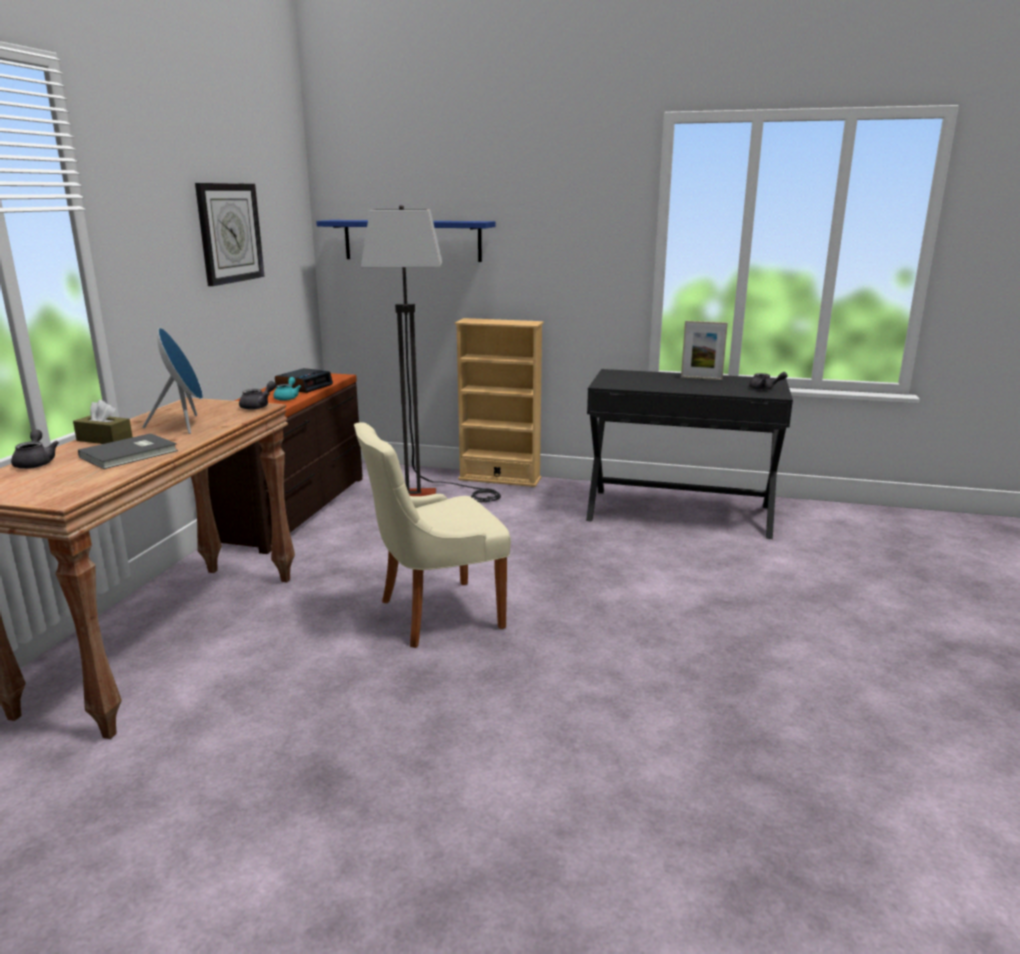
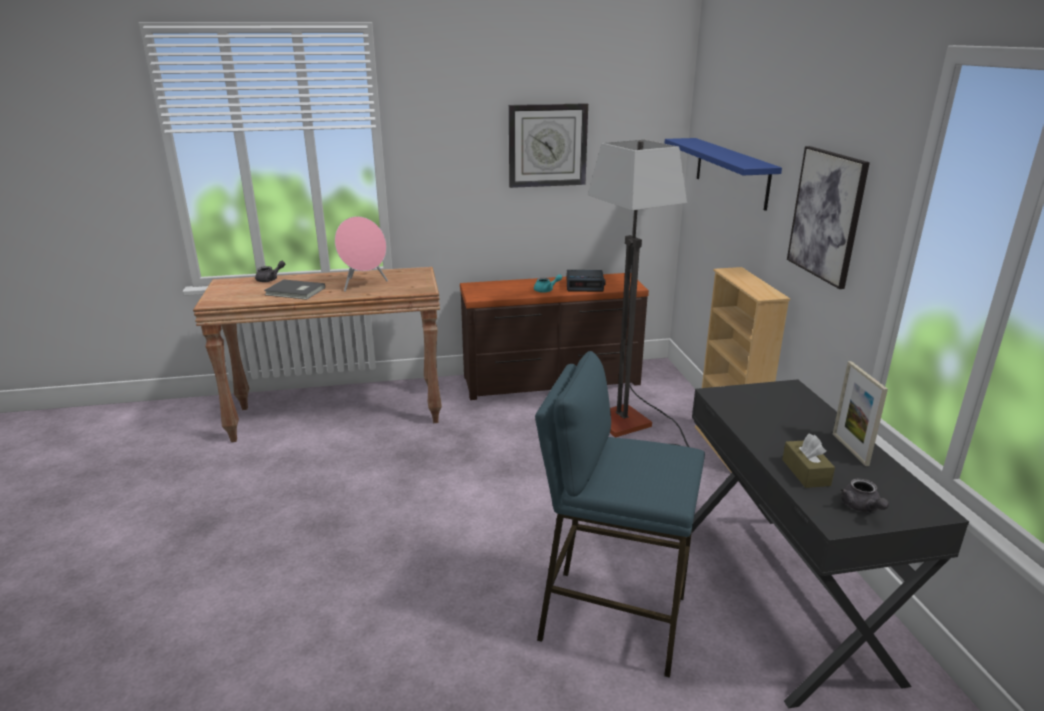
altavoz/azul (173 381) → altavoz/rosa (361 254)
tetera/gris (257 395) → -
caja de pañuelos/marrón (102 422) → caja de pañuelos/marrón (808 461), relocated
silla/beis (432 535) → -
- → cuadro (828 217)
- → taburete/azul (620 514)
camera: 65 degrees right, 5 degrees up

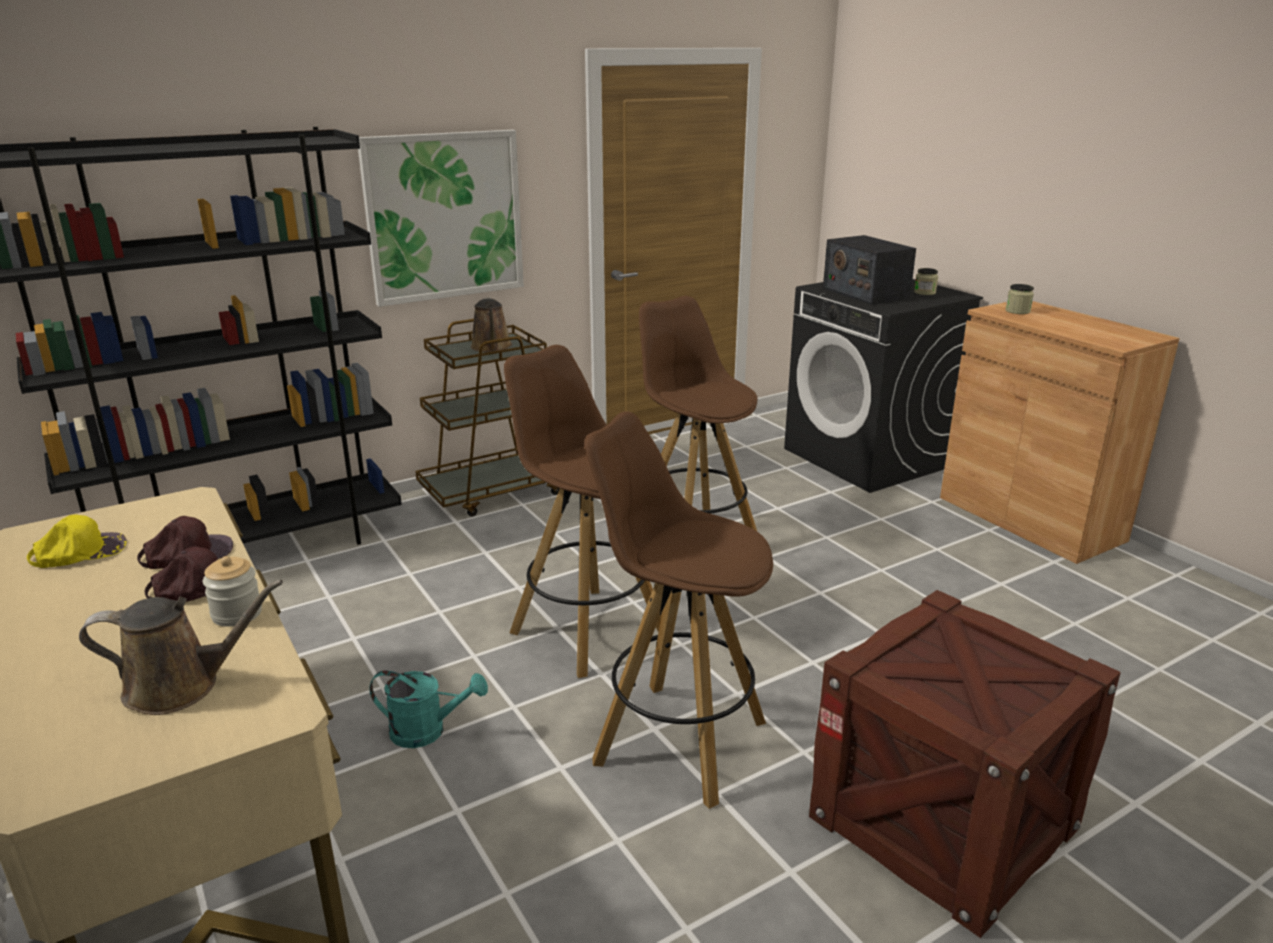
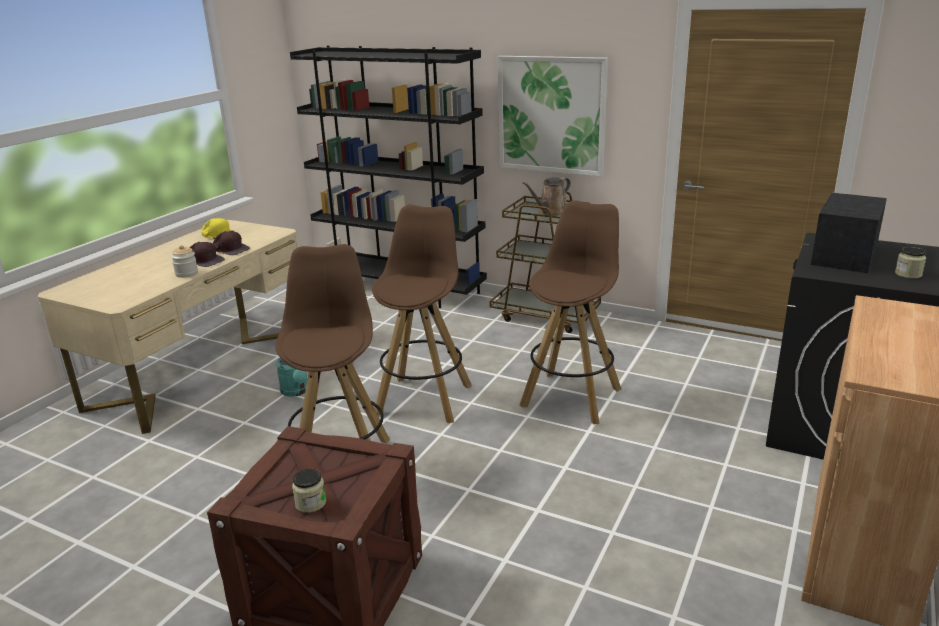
tarro (1019 299) → tarro (309 491), relocated
regadera/marrón (181 647) → -
camera: 60 degrees right, 0 degrees up

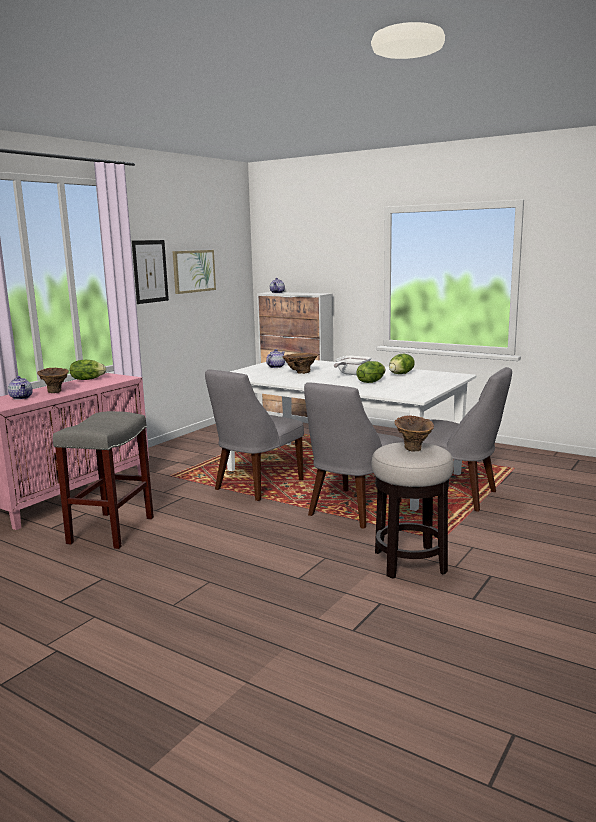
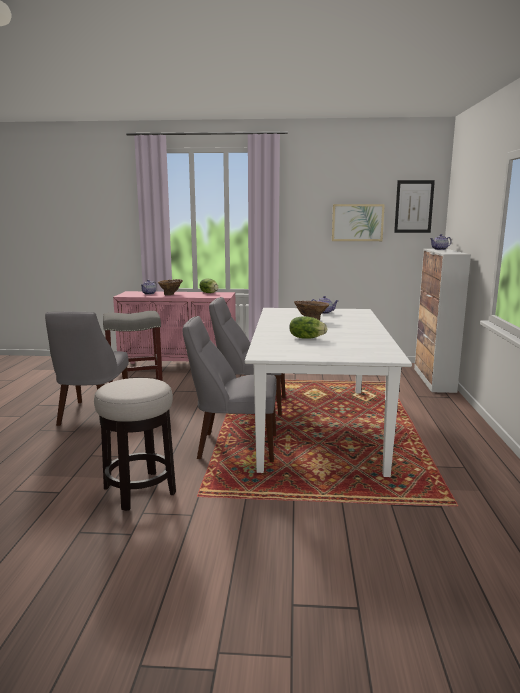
cuadro (150 272) → cuadro (414 206), relocated
lechuga (401 364) → -
sartén (352 365) → -
silla/gris (459 439) → silla/gris (87 369), relocated
florero/marrón (414 433) → -
camera: 60 degrees right, 0 degrees up

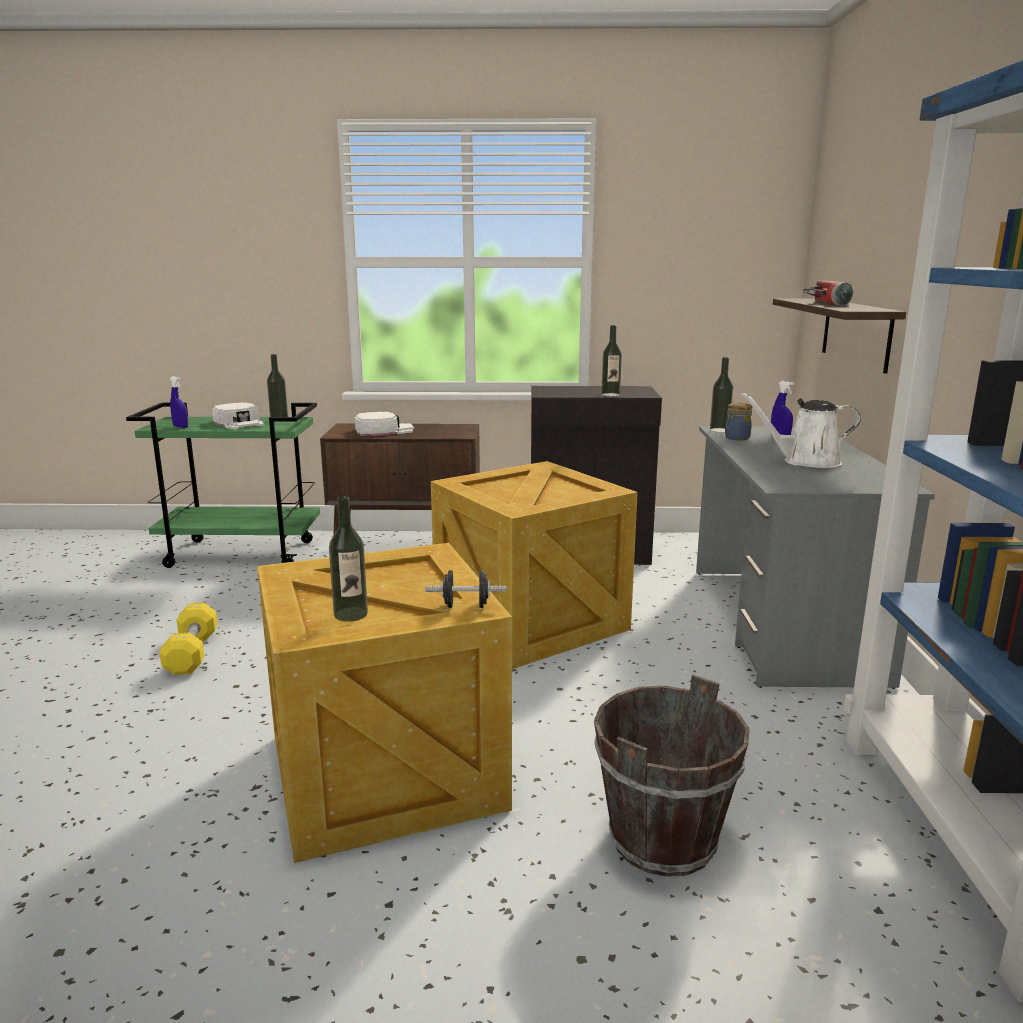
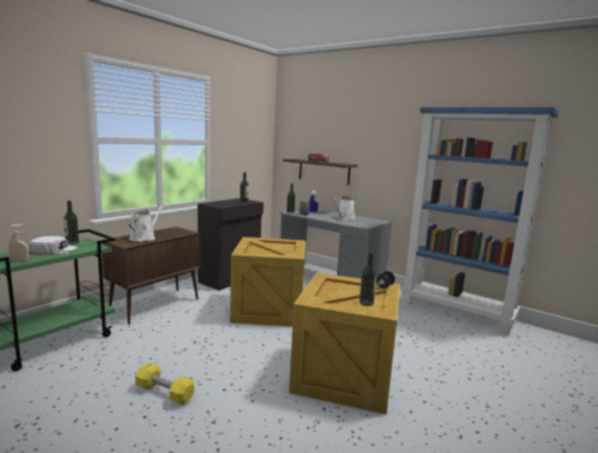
pulverizador/azul (179 402) → pulverizador/beis (18 243)
gorra/blanco (384 424) → regadera/blanco (146 222)
cubo/marrón (672 776) → -
camera: 55 degrees left, 5 degrees down

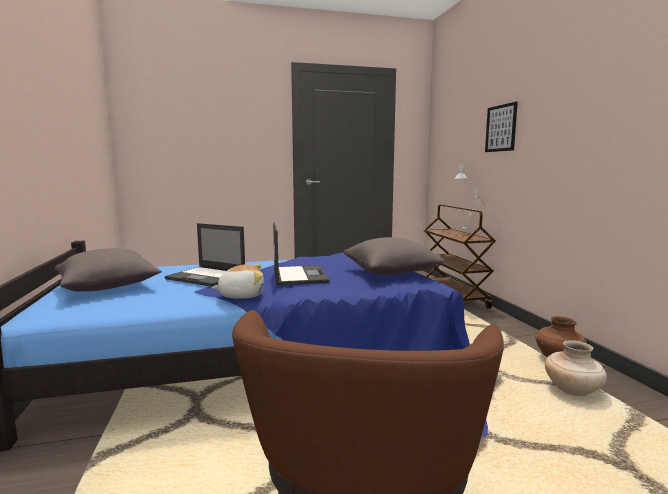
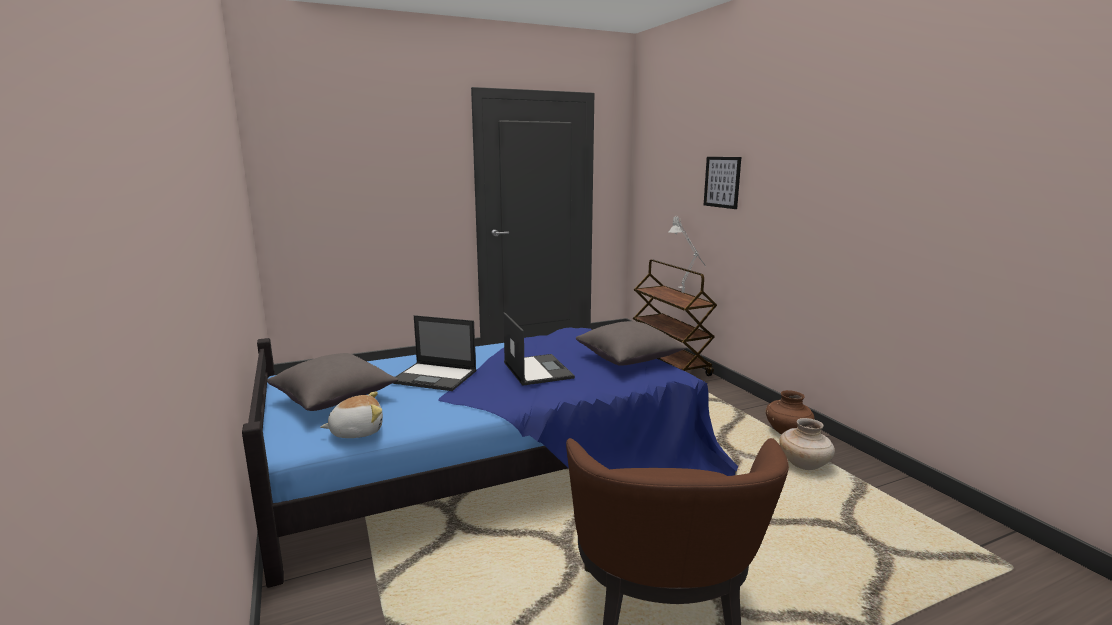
peluche (237 281) → peluche (351 414), relocated
camera: 10 degrees left, 5 degrees up

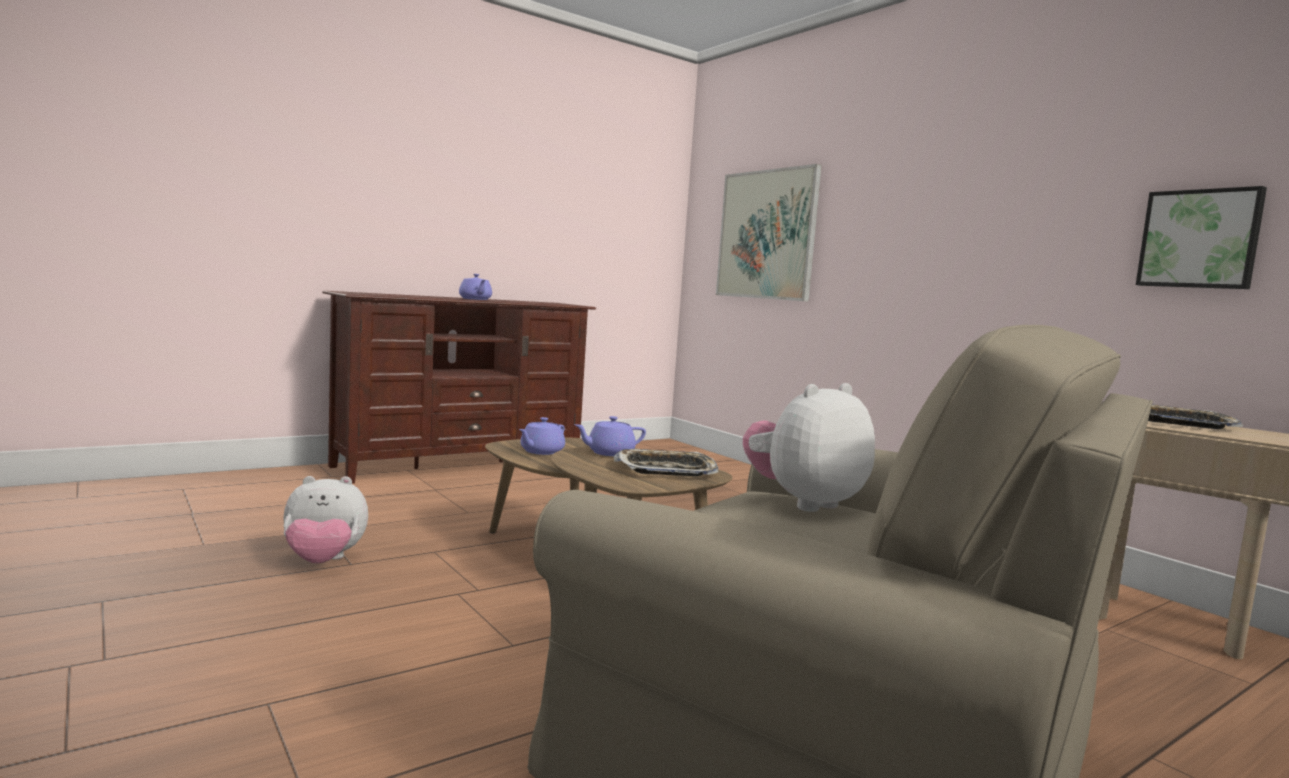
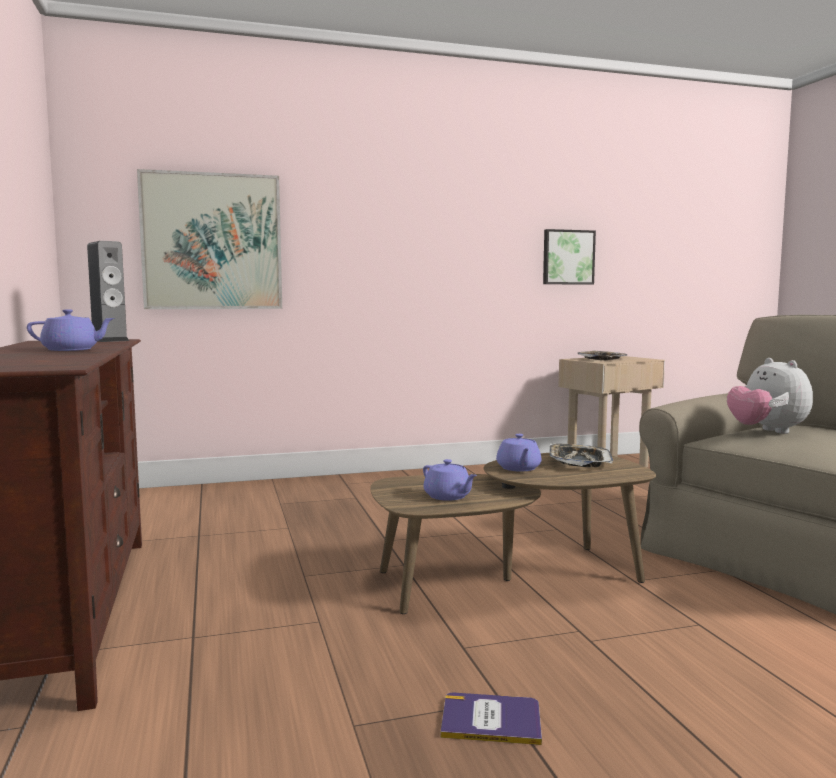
peluche (325 520) → libro (491 719)
- → altavoz (108 291)
camera: 70 degrees left, 0 degrees up

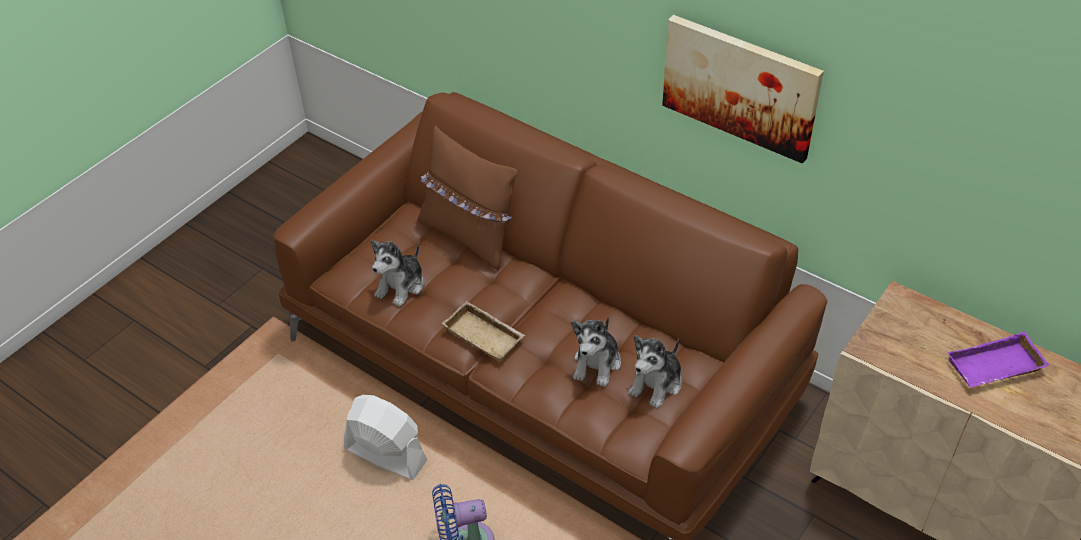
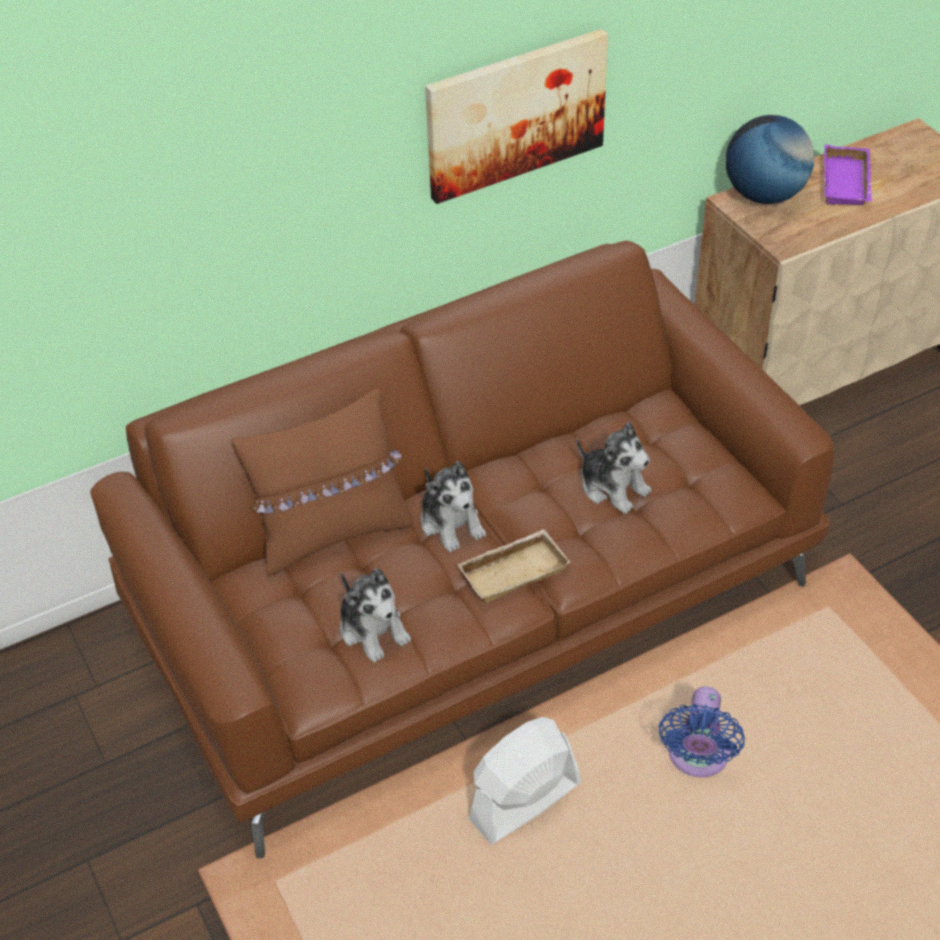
peluche (655 371) → peluche (453 506), relocated
- → globo terráqueo (770 159)
camera: 65 degrees left, 0 degrees up

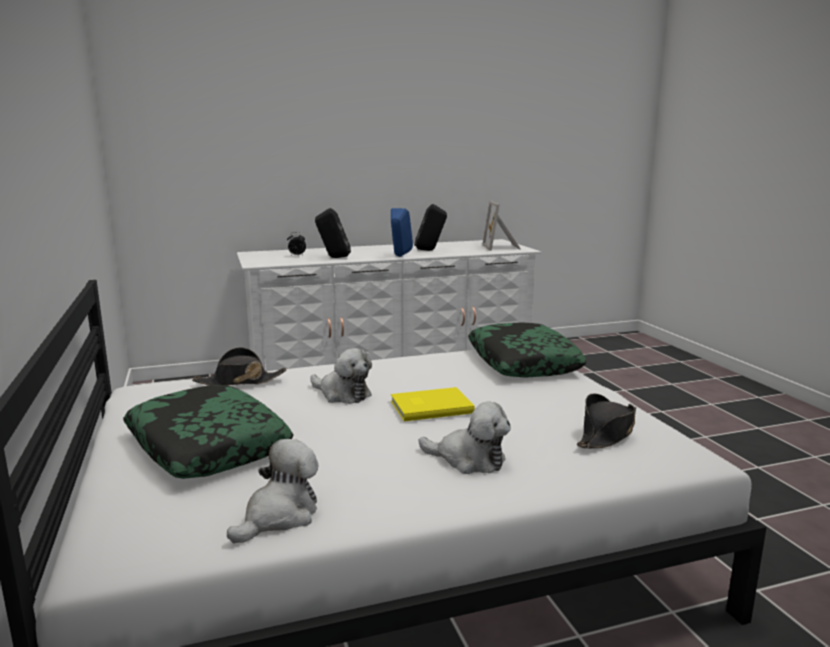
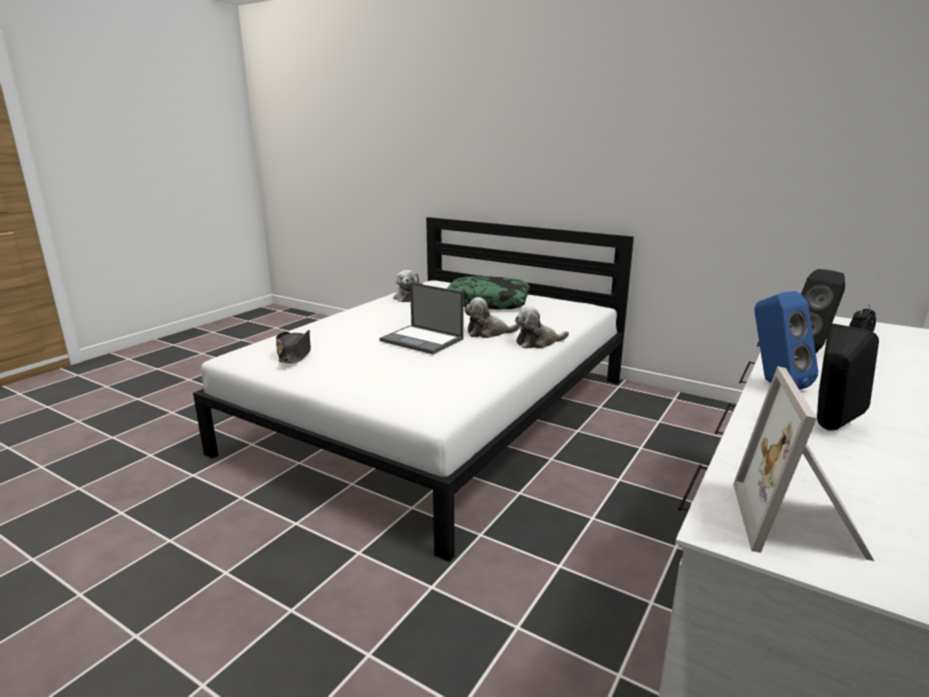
portarretratos (501 226) → portarretratos (803 463), 120 degrees counterclockwise
cojín (527 350) → -
sombrero/negro (239 366) → -
libro/amarillo (433 404) → portátil (421 318)
peluche (465 438) → peluche (542 327), relocated
camera: 140 degrees right, 5 degrees up

